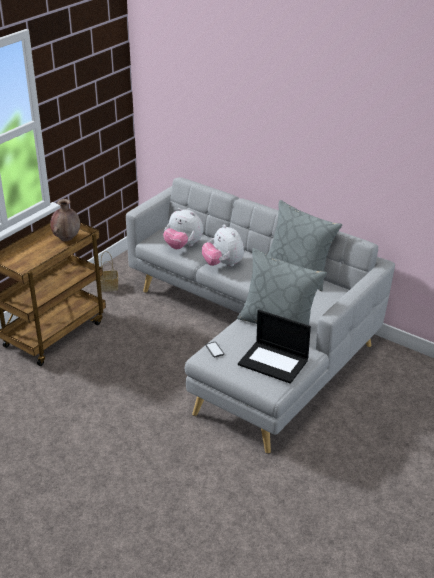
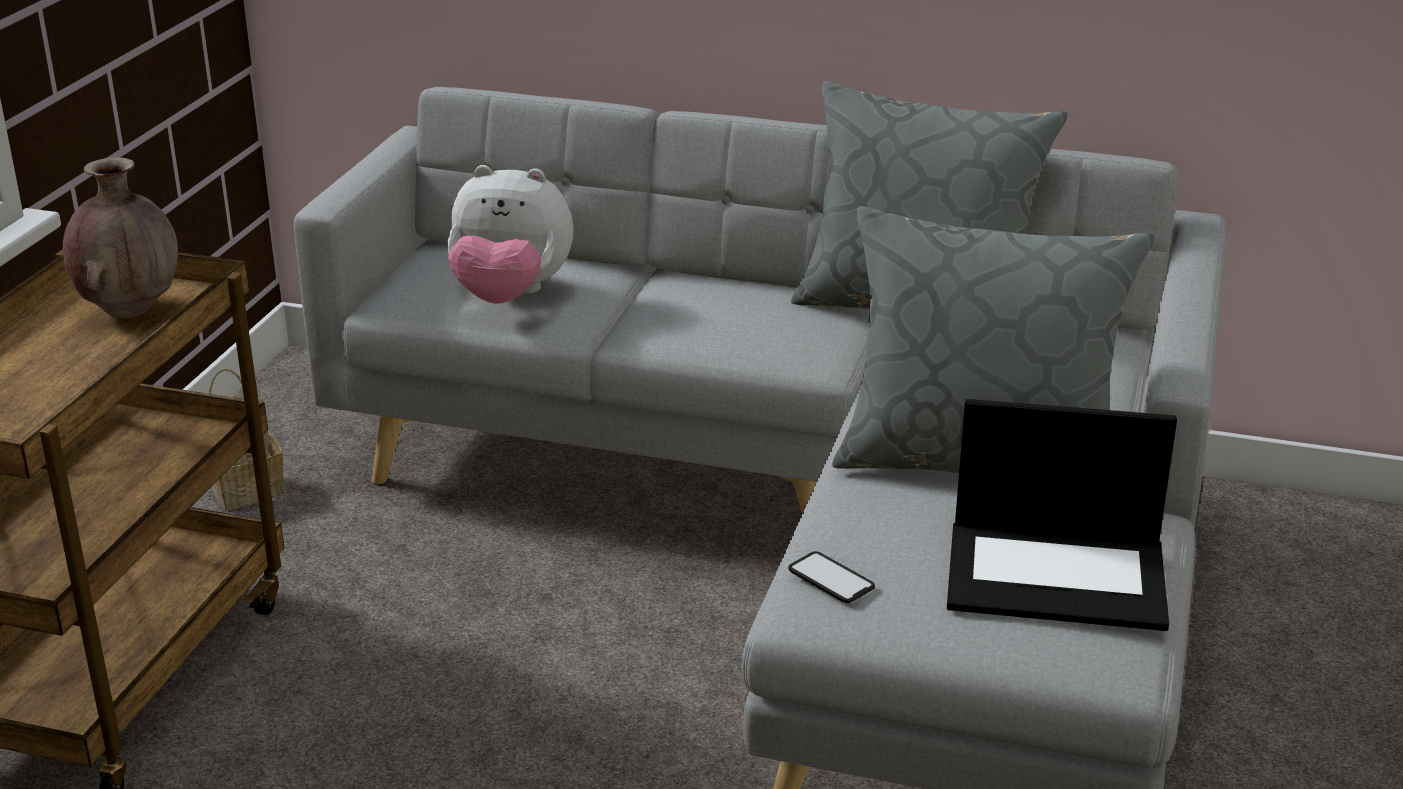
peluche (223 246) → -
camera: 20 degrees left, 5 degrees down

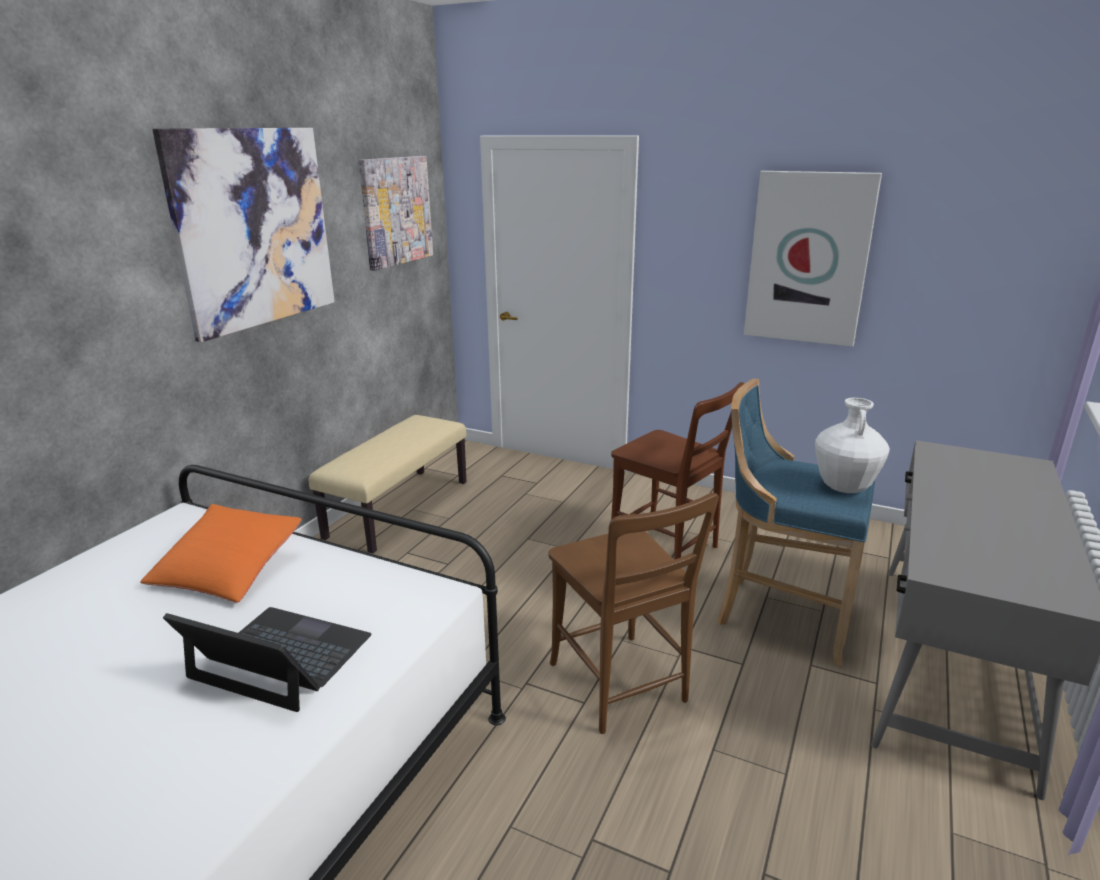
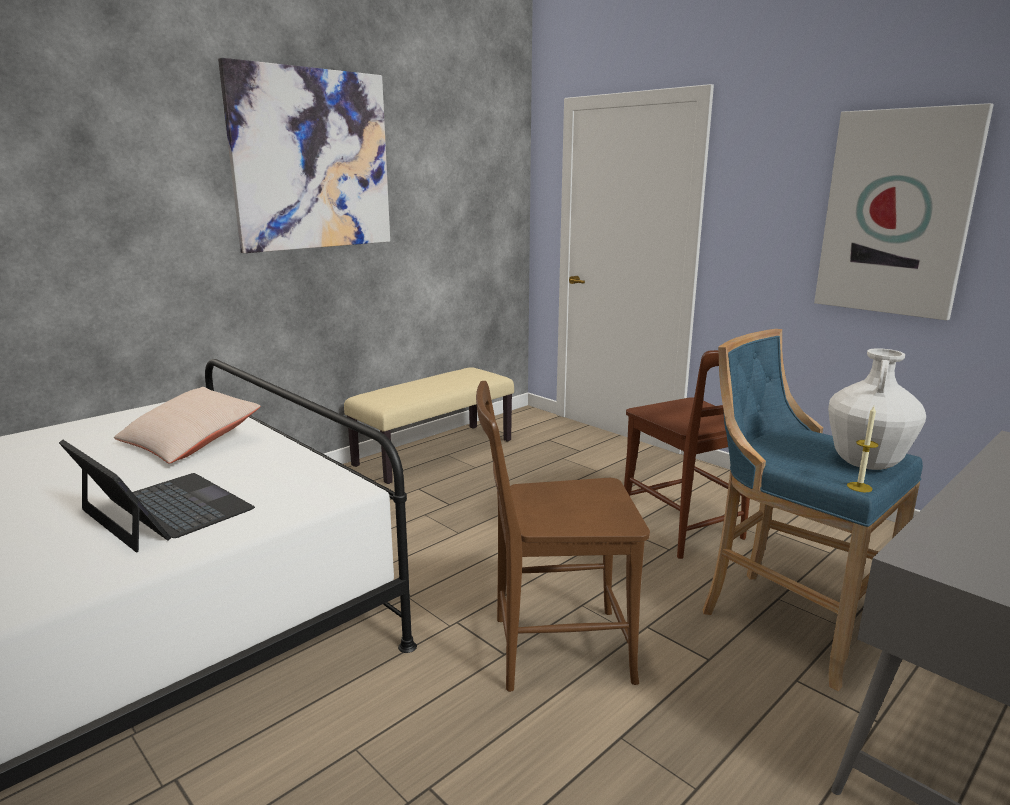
cuadro (396 213) → -
silla/marrón (633 613) → silla/marrón (563 536), 90 degrees clockwise
cojín/naranja (221 553) → cojín/beis (187 425)
- → vela (862 449)
camera: 20 degrees right, 5 degrees down

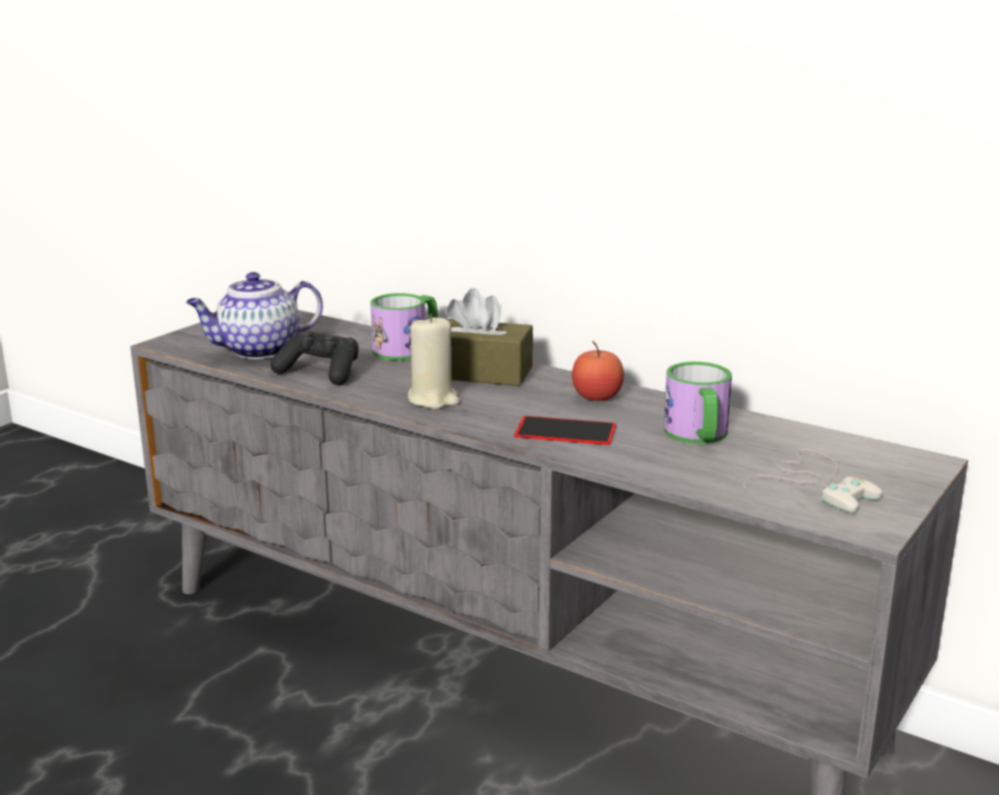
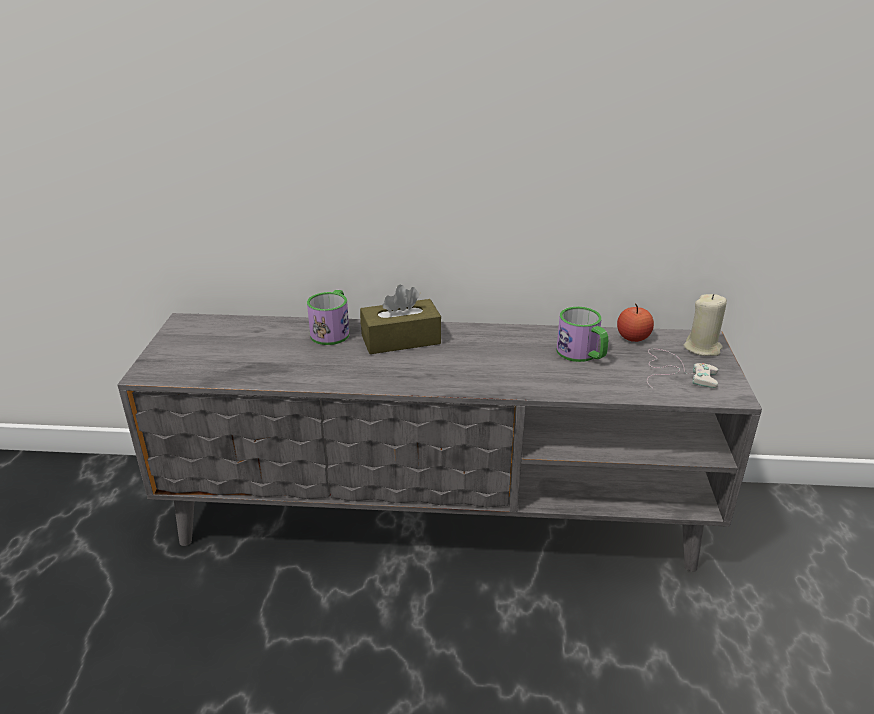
tetera (254 315) → -
vela/beis (434 361) → vela/beis (705 325), relocated
mando de consola/negro (314 357) → -
manzana (598 371) → manzana (635 323), relocated
móvil (565 430) → -
camera: 30 degrees left, 10 degrees up

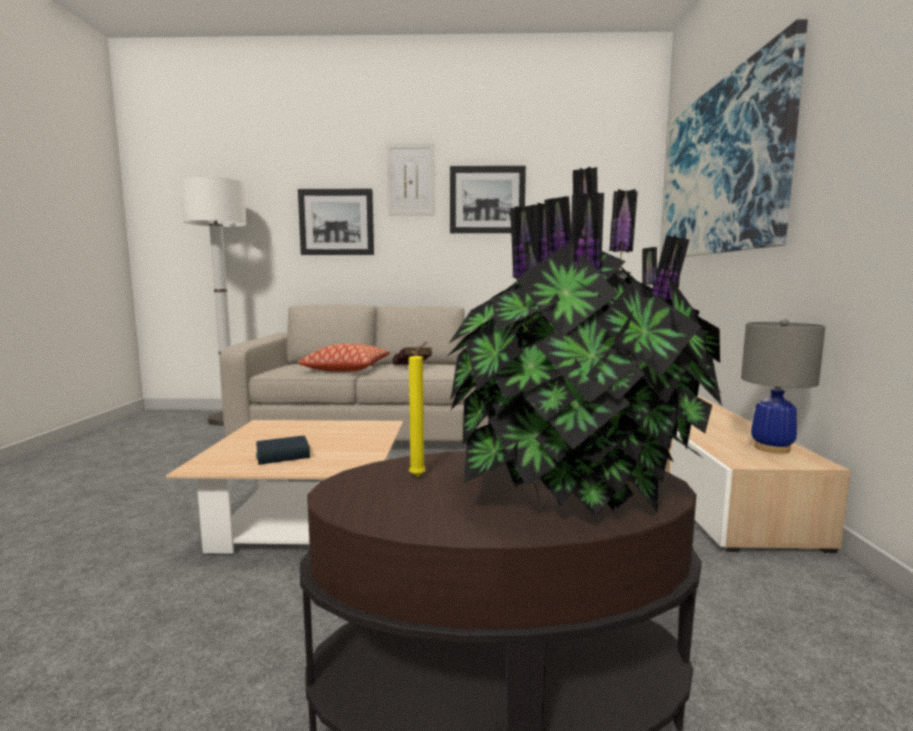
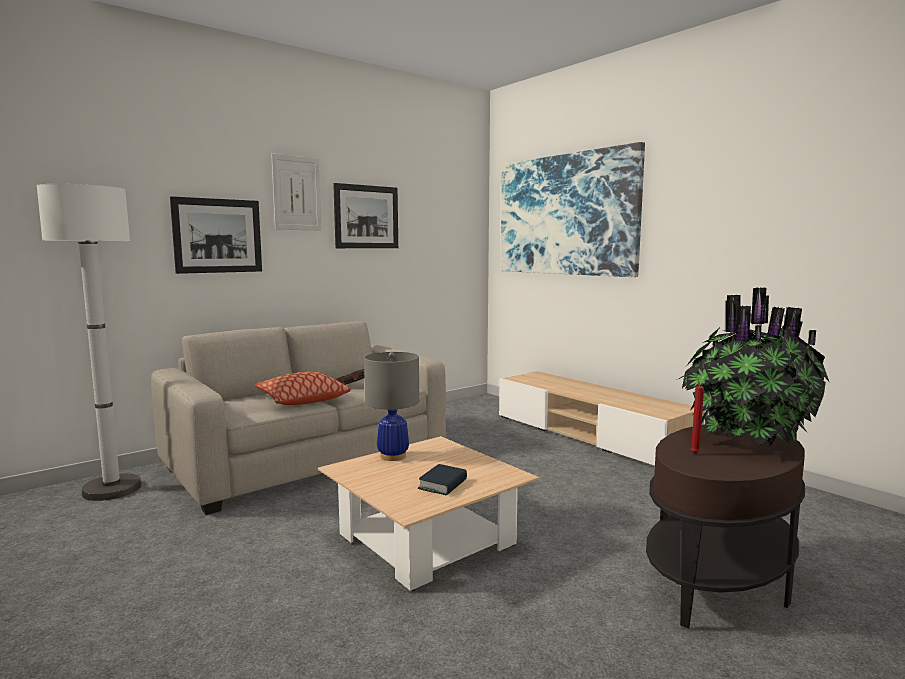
lámpara de mesa/gris (783 386) → lámpara de mesa/gris (391 406), relocated
vela/amarillo (418 409) → vela/rojo (697 416)
camera: 40 degrees left, 0 degrees up

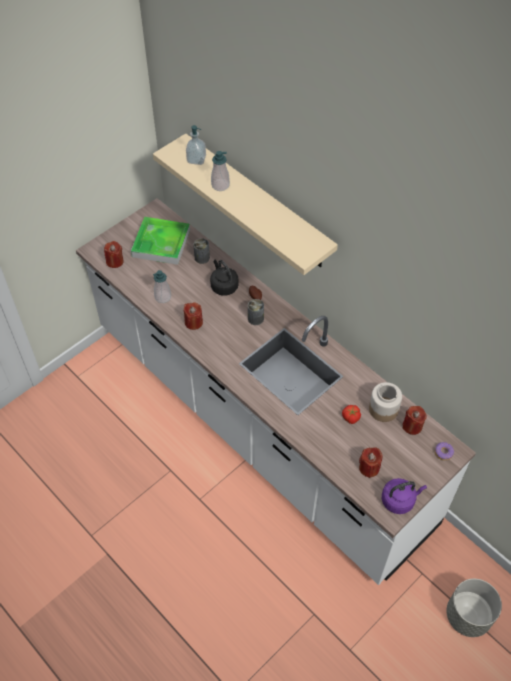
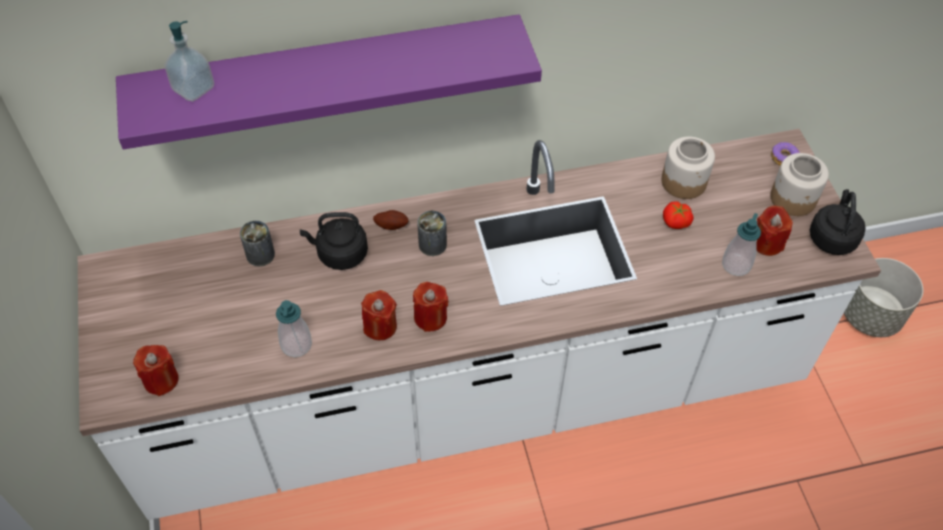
estante/beis (245 204) → estante/morado (329 81)
dispensador de jabón (220 171) → dispensador de jabón (741 244), relocated
bandeja (160 241) → -
vela/rojo (415 420) → vela/rojo (431 307), relocated
hervidor/morado (404 496) → hervidor/negro (838 222)
- → tarro (799 184)
camera: 60 degrees left, 0 degrees up

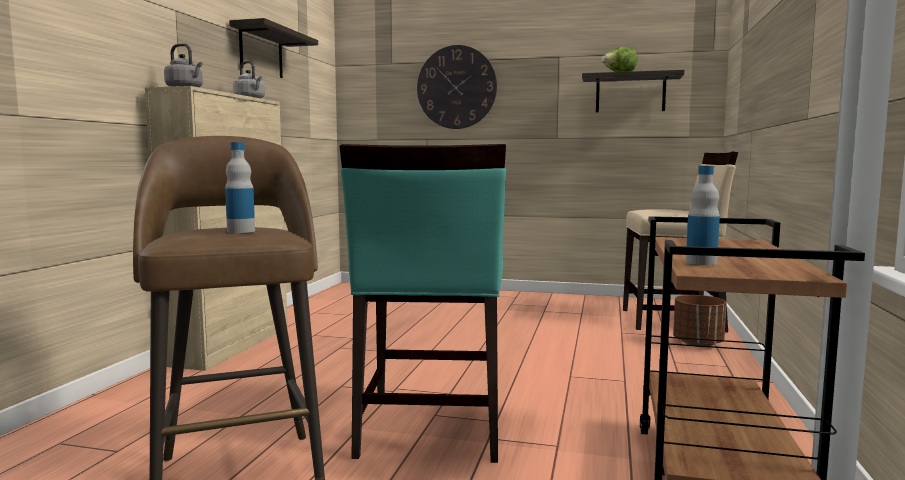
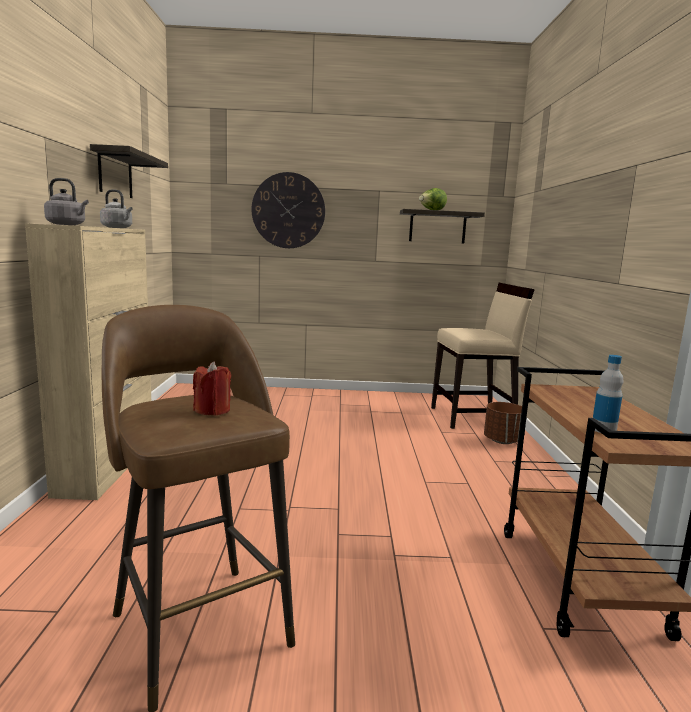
botella (240 187) → vela/rojo (212 388)
silla/turquesa (423 303) → -
camera: 15 degrees left, 5 degrees up

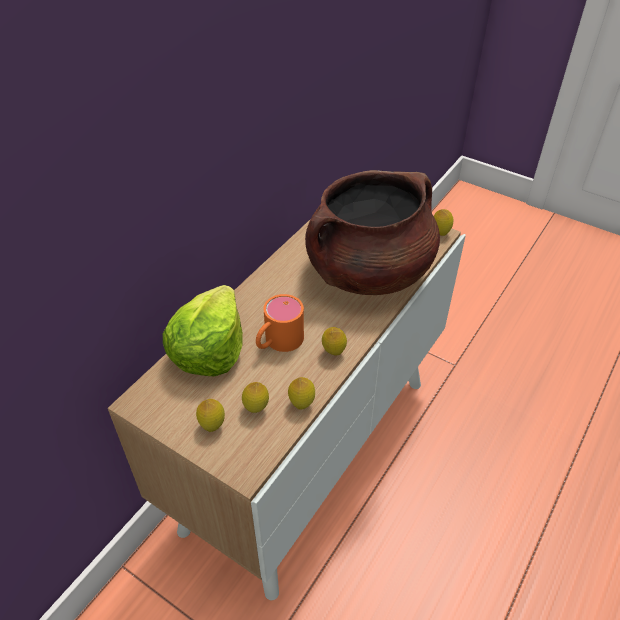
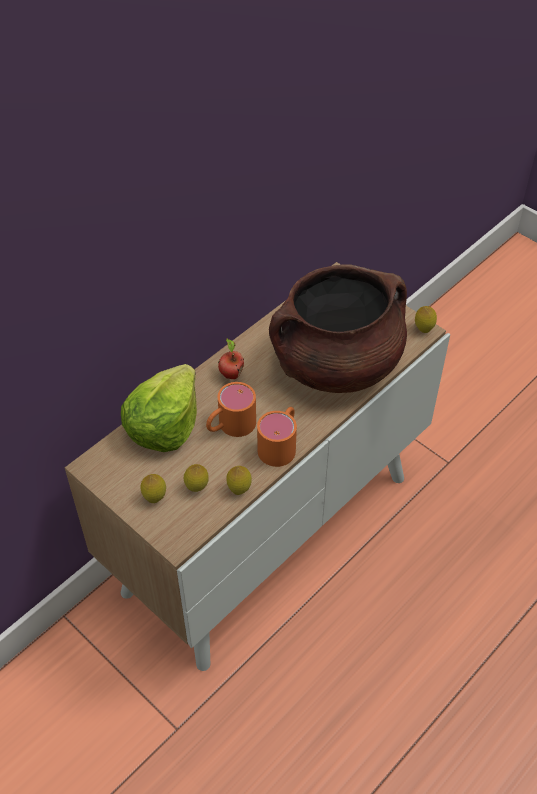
limón (334 341) → taza grande/naranja (277 437)
- → manzana (231 359)
camera: 10 degrees right, 5 degrees up

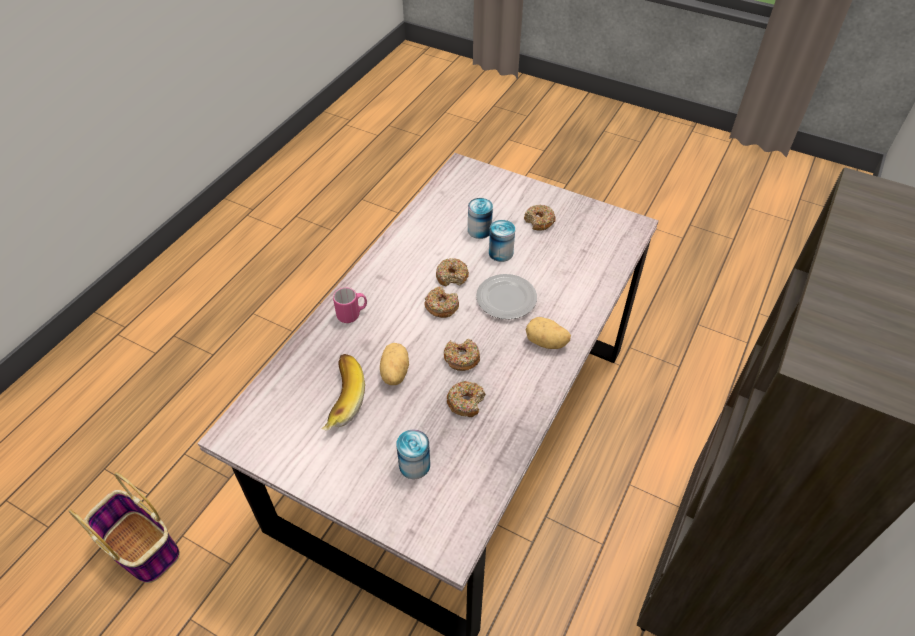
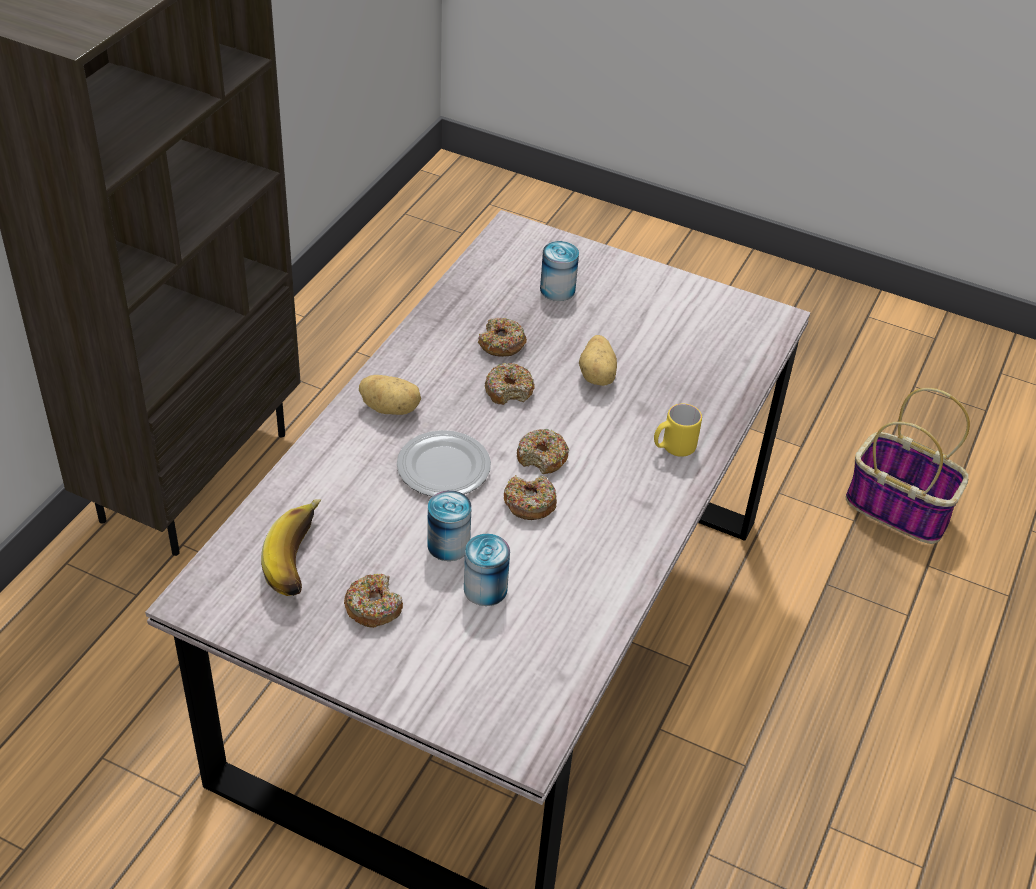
taza grande/rosa (350 305) → taza grande/amarillo (678 430)
plátano (343 392) → plátano (291 547), relocated
camera: 175 degrees right, 5 degrees down

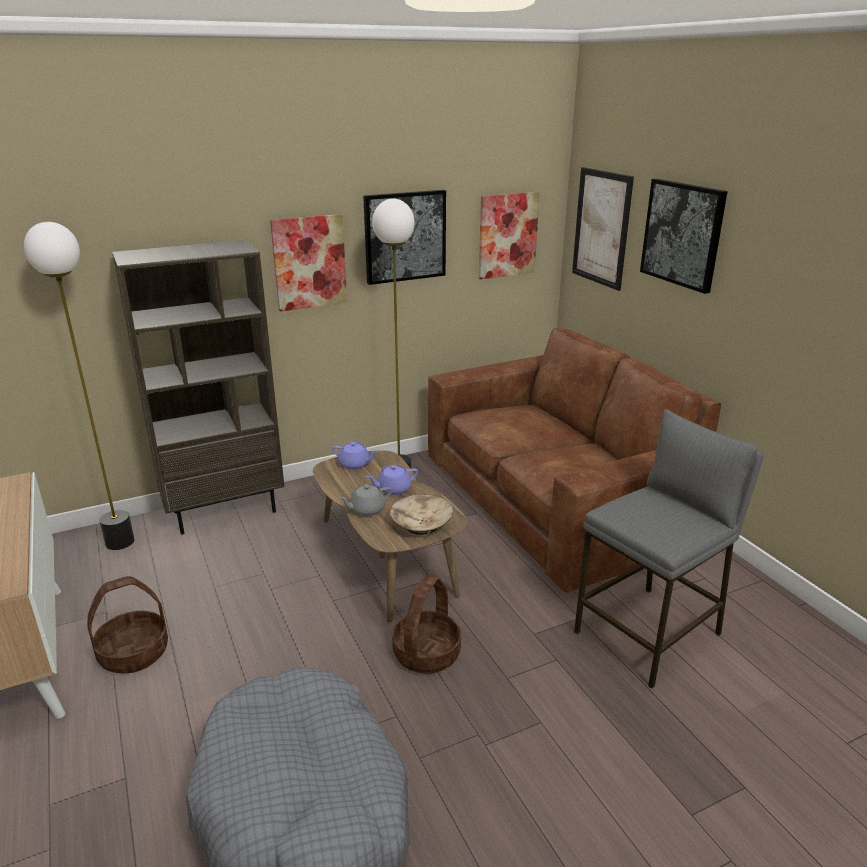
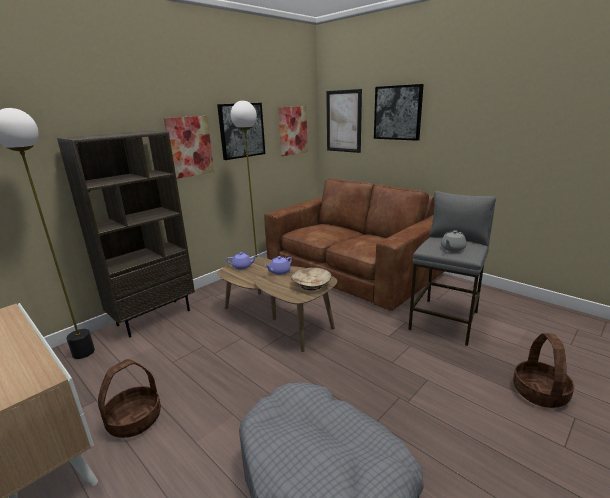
tetera/gris (365 500) → tetera/gris (454 240), relocated
cesta (426 624) → cesta (543 370), relocated
camera: 20 degrees left, 5 degrees down

